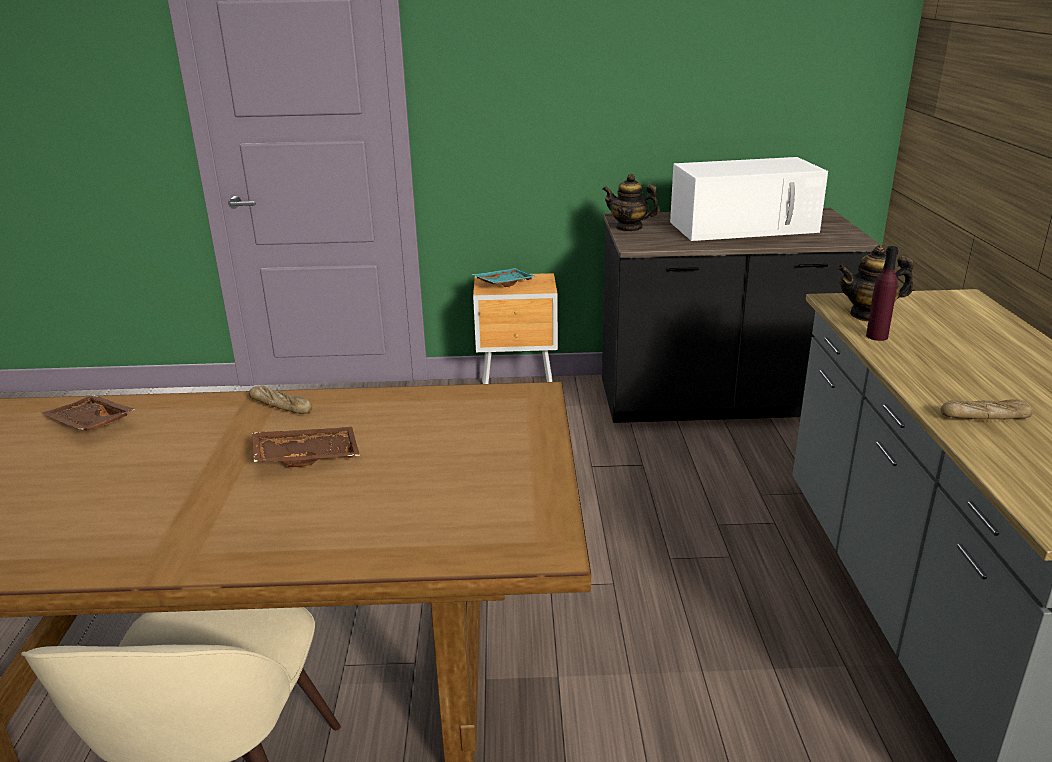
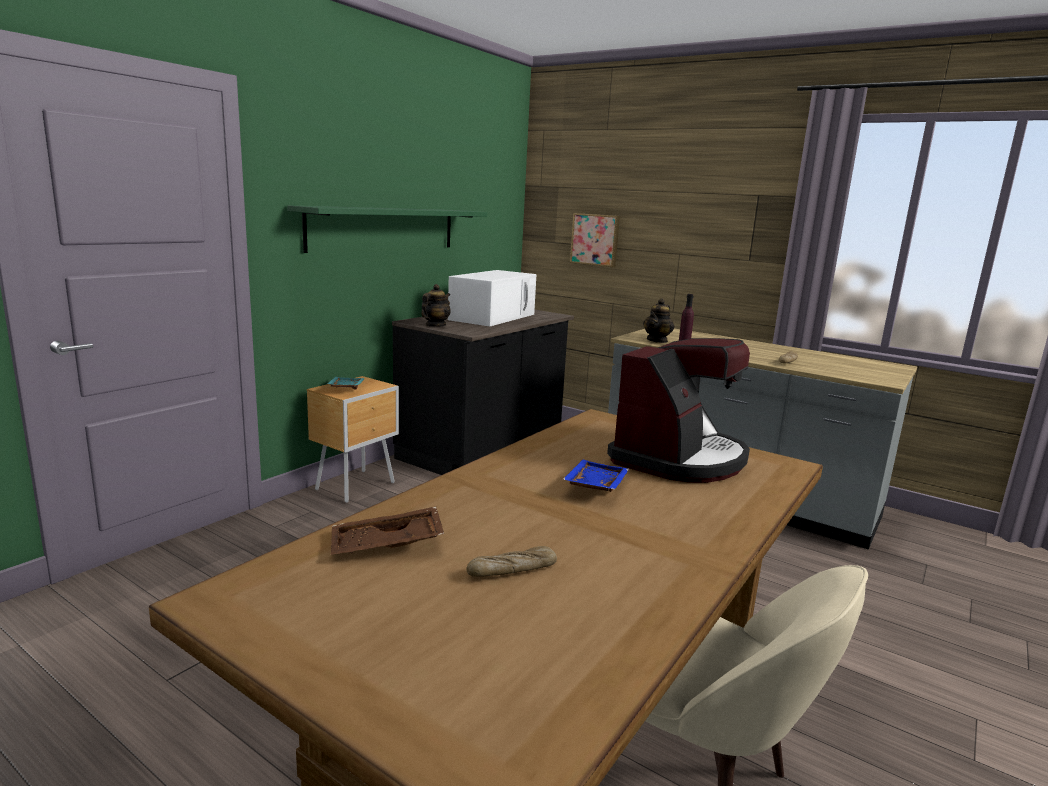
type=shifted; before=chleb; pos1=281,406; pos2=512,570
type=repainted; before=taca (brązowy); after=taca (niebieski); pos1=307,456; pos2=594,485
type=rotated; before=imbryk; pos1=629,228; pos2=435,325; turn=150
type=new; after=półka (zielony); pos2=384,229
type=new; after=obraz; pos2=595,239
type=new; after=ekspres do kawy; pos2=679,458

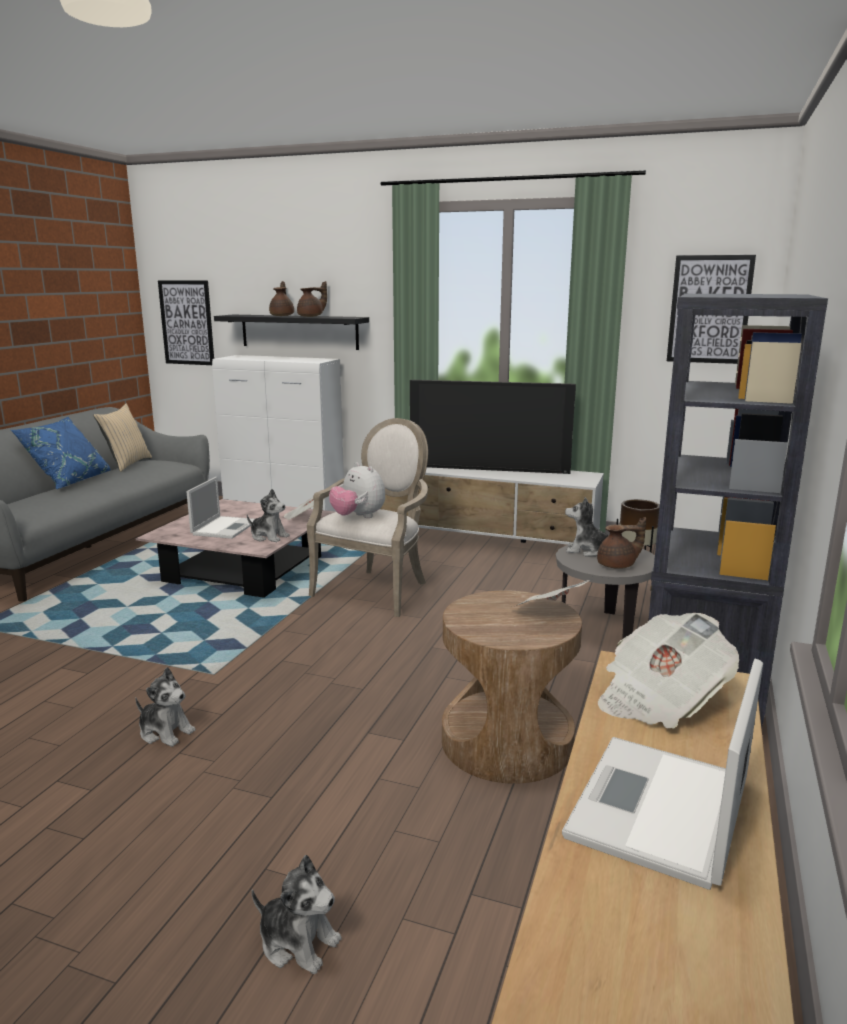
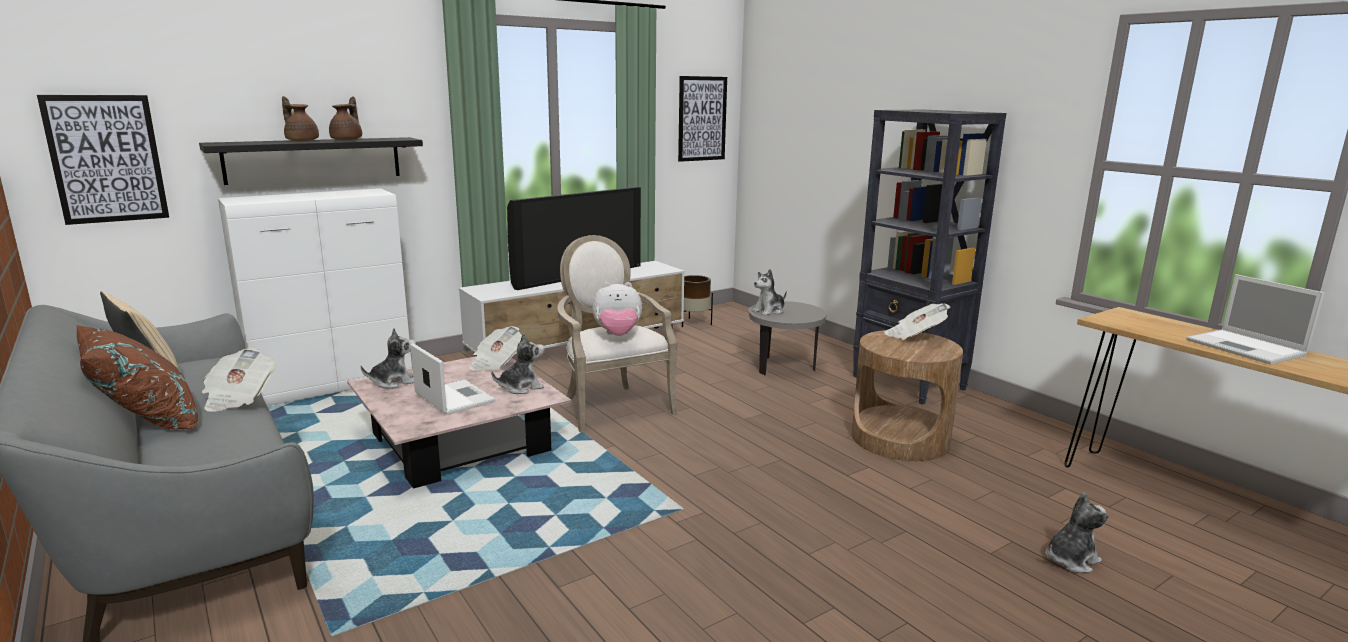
type=repainted; before=poduszka (niebieski); after=poduszka (brązowy); pos1=69,481; pos2=146,421
type=shifted; before=pluszak; pos1=165,732; pos2=393,382
type=gone; before=imbryk (brązowy); pos1=618,565
type=shifted; before=gazeta; pos1=659,699; pos2=238,398

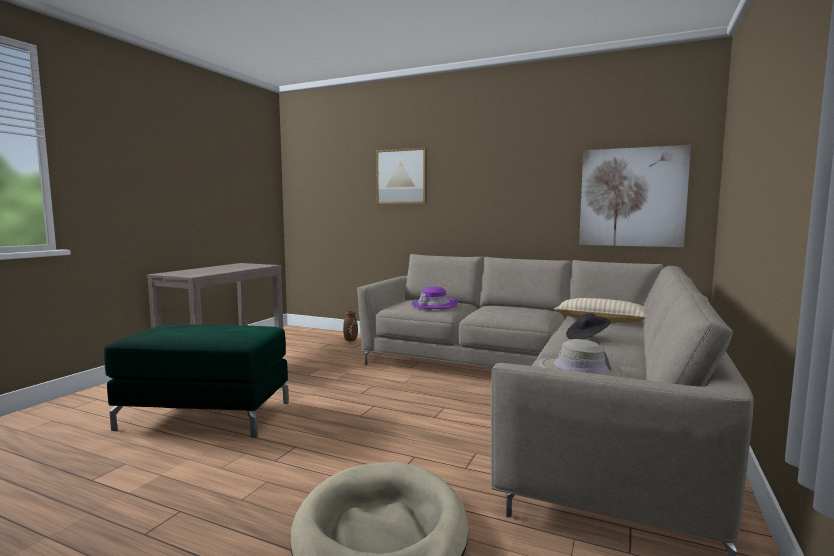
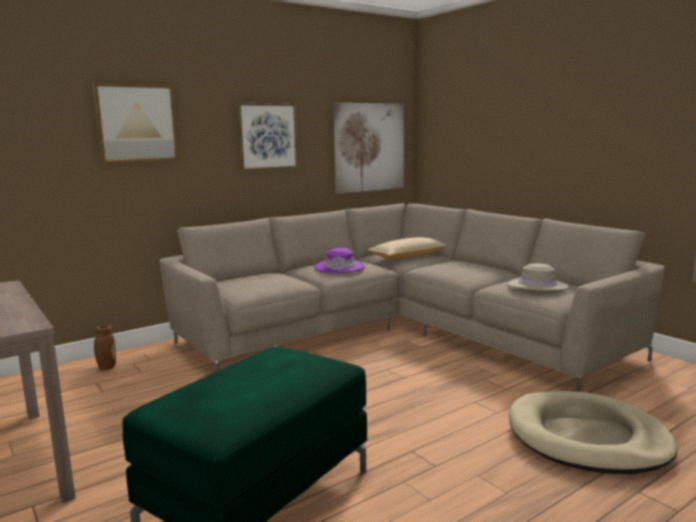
type=shifted; before=kapelusz (fioletowy); pos1=434,305; pos2=340,268
type=gone; before=kapelusz (czarny); pos1=587,338
type=new; after=obraz; pos2=267,136

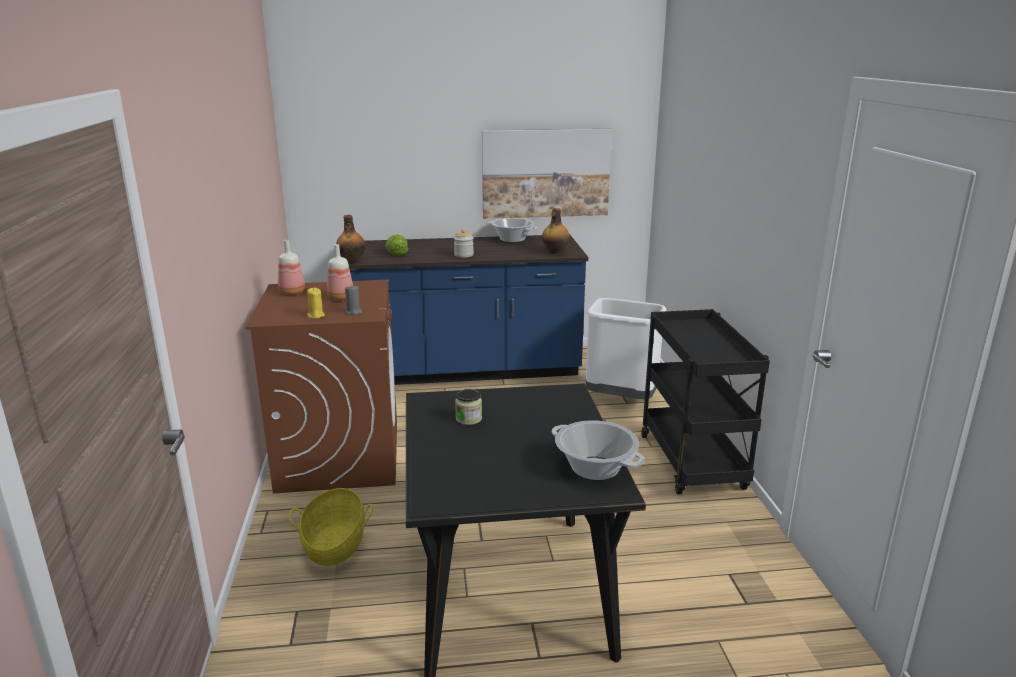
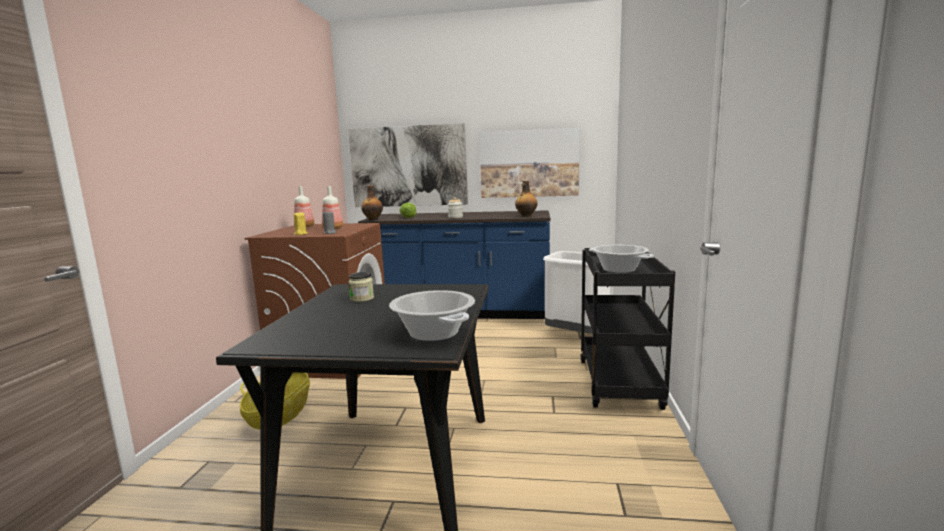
type=shifted; before=garnek; pos1=512,239; pos2=619,270
type=new; after=obraz; pos2=408,166

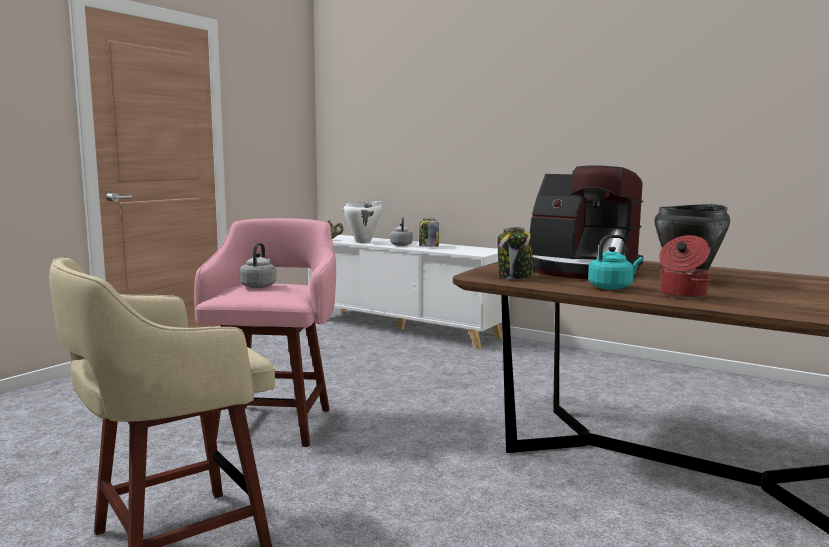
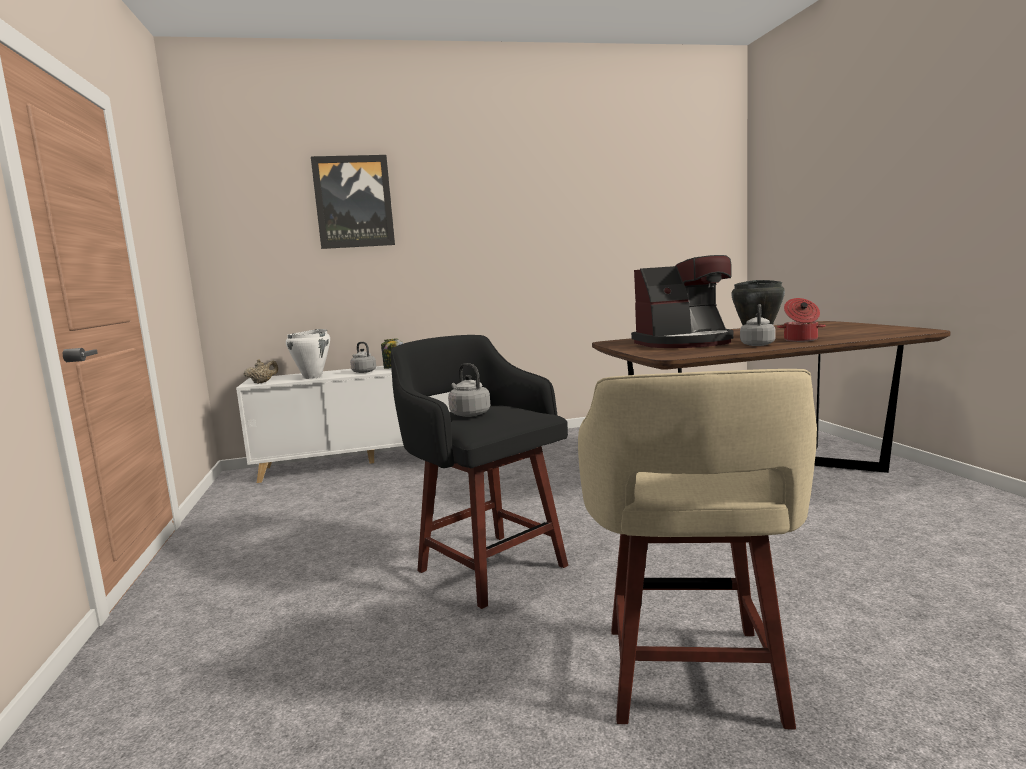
type=repainted; before=stołek (różowy); after=stołek (czarny); pos1=274,423; pos2=488,566
type=gone; before=słoik; pos1=515,277
type=repainted; before=czajnik (turkusowy); after=czajnik (szary); pos1=612,287; pos2=757,344
type=new; after=obraz; pos2=353,202

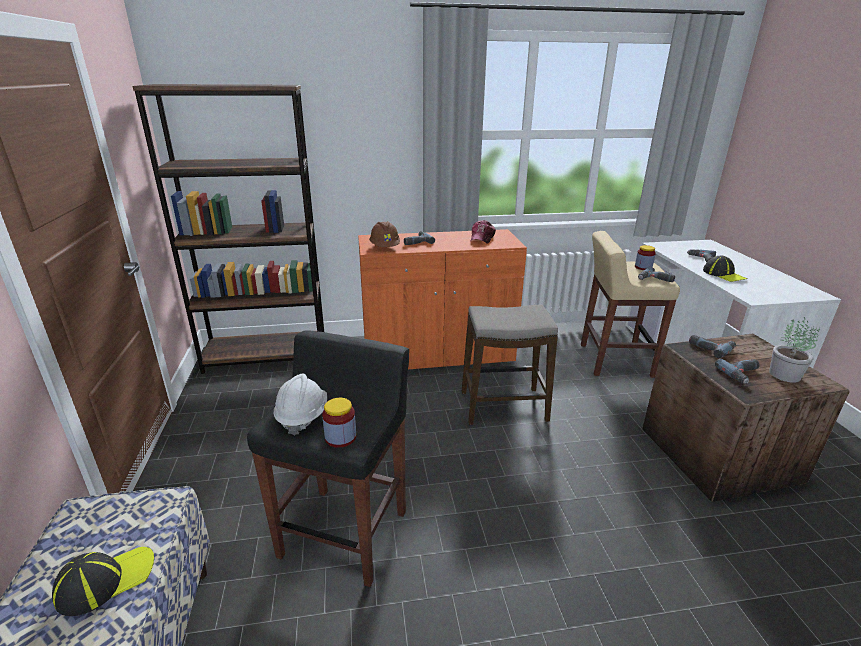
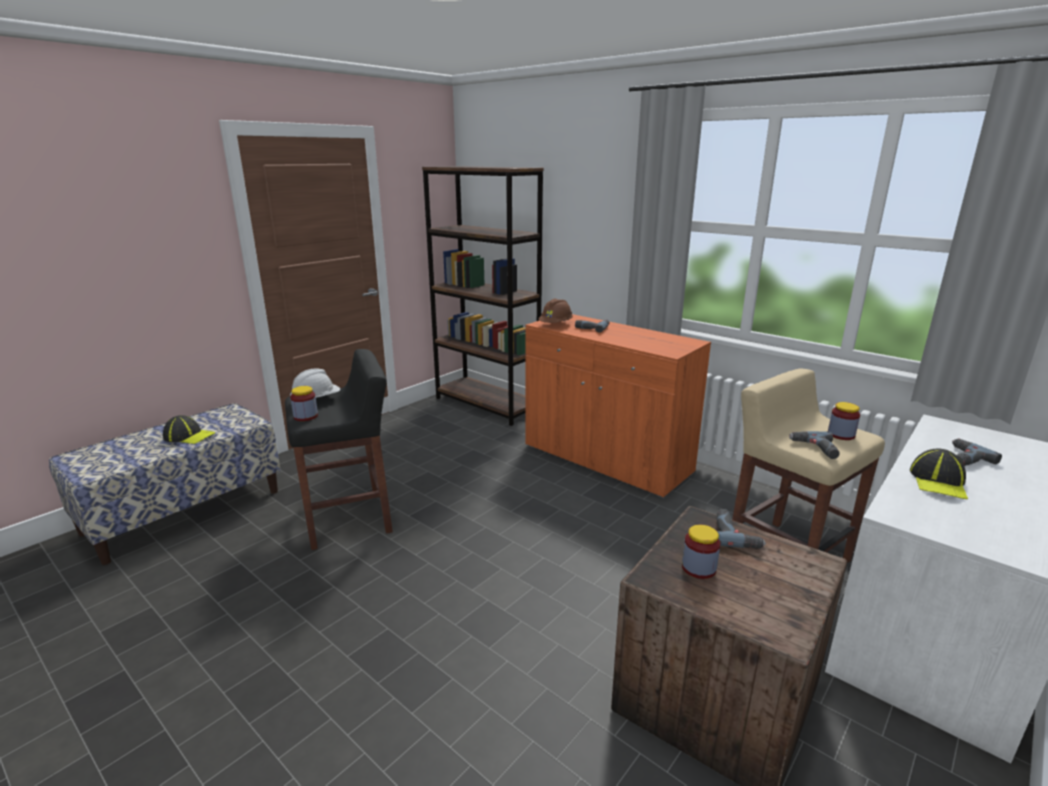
type=gone; before=stołek; pos1=504,406
type=gone; before=czapka z daszkiem; pos1=482,238
type=swapped; before=wiertarka; after=słoik; pos1=743,374; pos2=698,568
type=gone; before=roślina doniczkowa; pos1=784,374

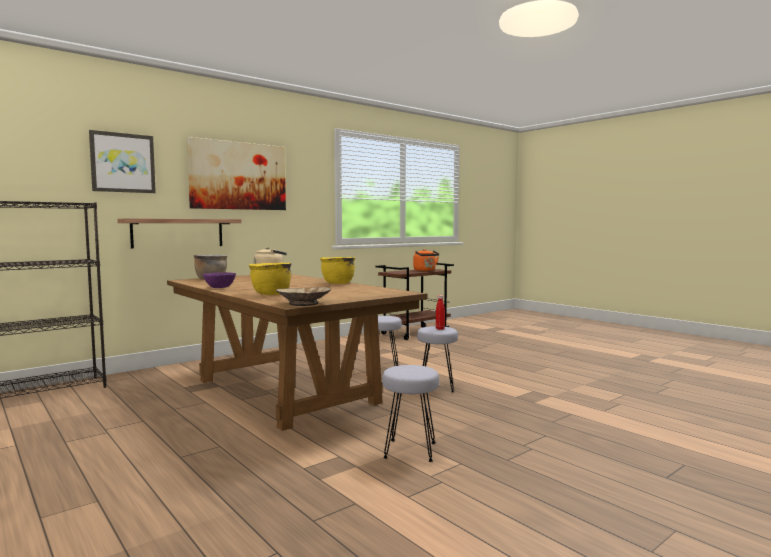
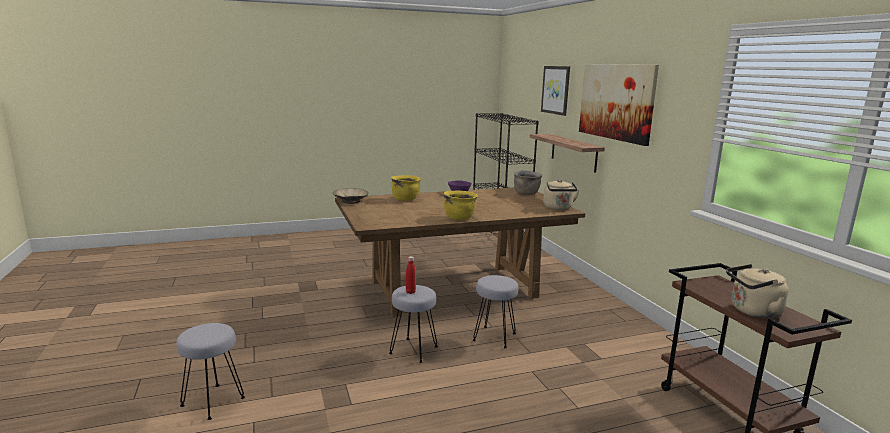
type=shifted; before=stołek (szary); pos1=410,451; pos2=213,401
type=repainted; before=czajnik (pomarańczowy); after=czajnik (beżowy); pos1=425,271; pos2=752,311

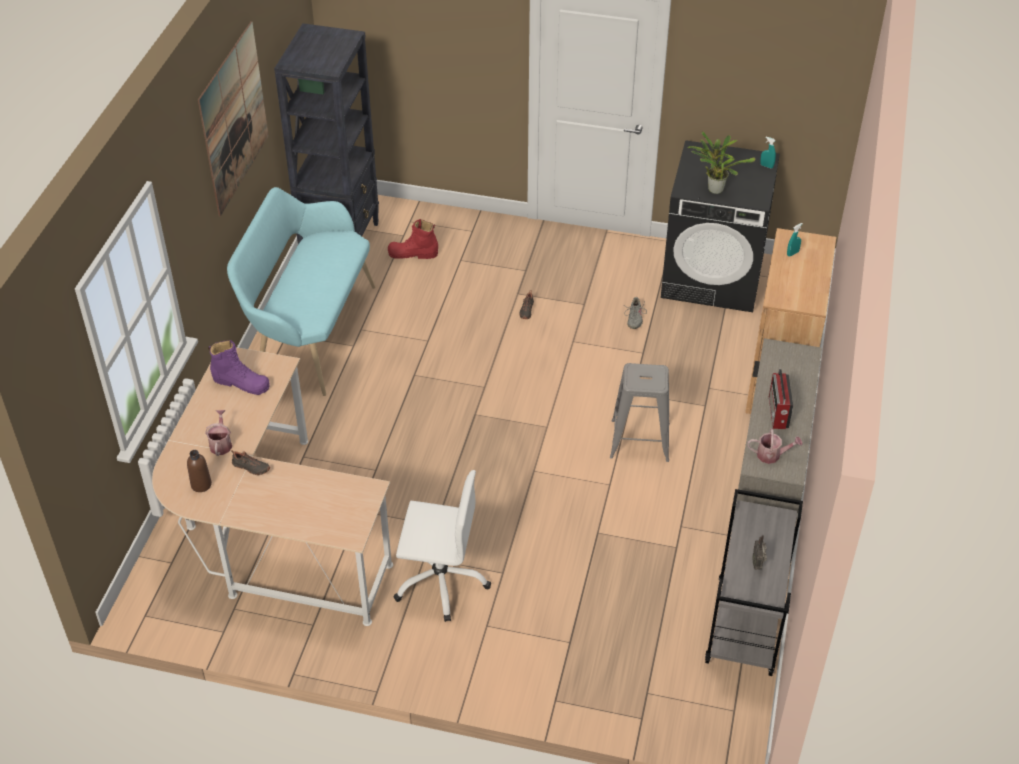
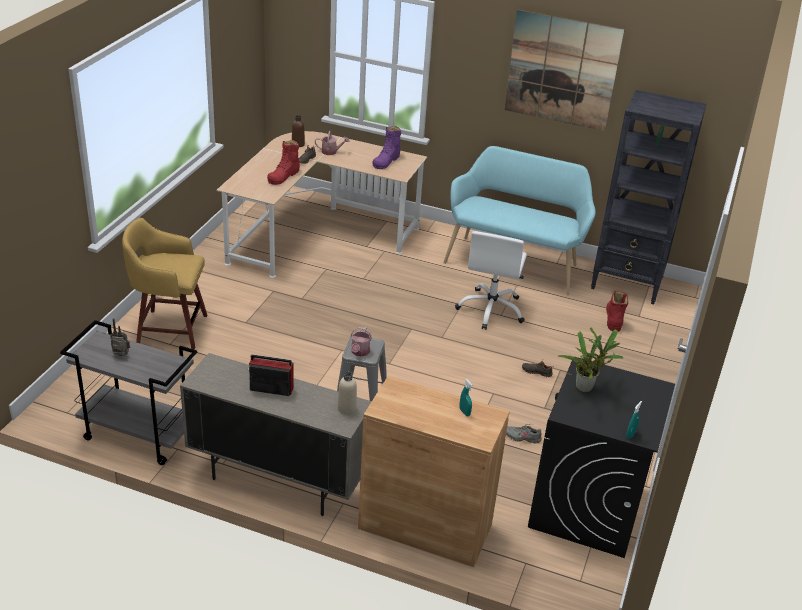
type=shifted; before=krzesło biurowe (biały); pos1=441,581; pos2=491,309
type=shifted; before=konewka; pos1=772,455; pos2=359,352
type=new; after=stołek (żółty); pos2=169,329
type=new; after=but z cholewką (czerwony); pos2=284,176
type=new; after=butelka (beżowy); pos2=346,408

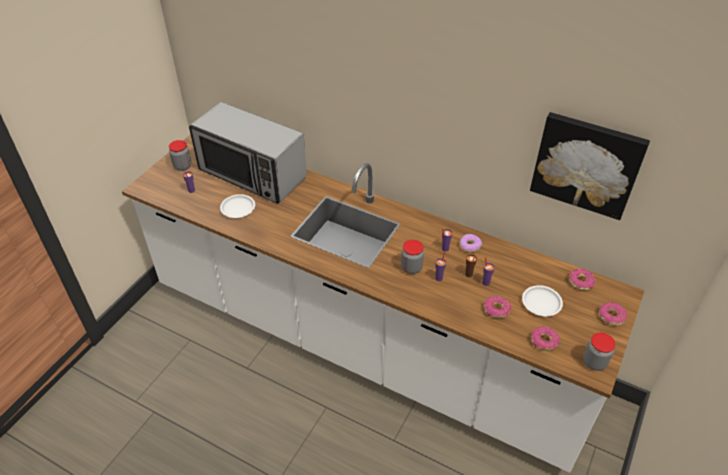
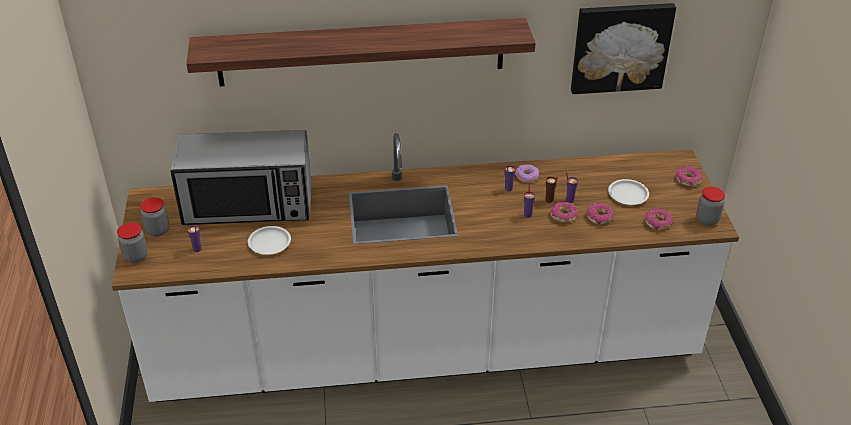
type=shifted; before=słoik; pos1=411,268; pos2=135,256
type=shifted; before=donut; pos1=581,282; pos2=563,215
type=new; after=półka; pos2=361,52

